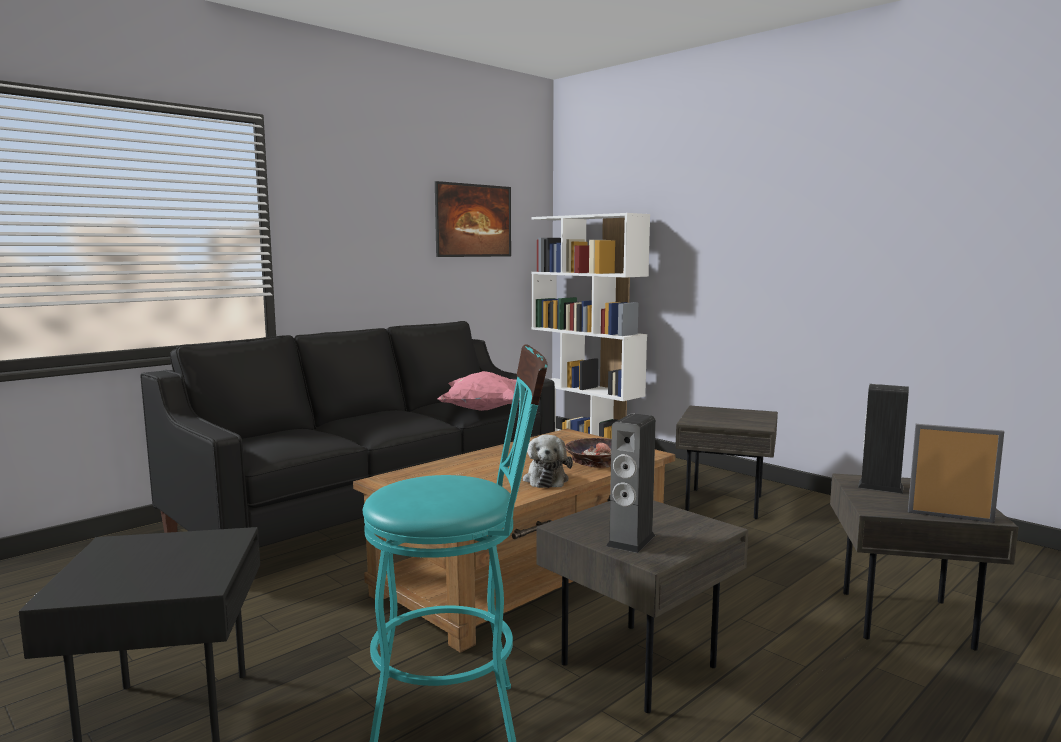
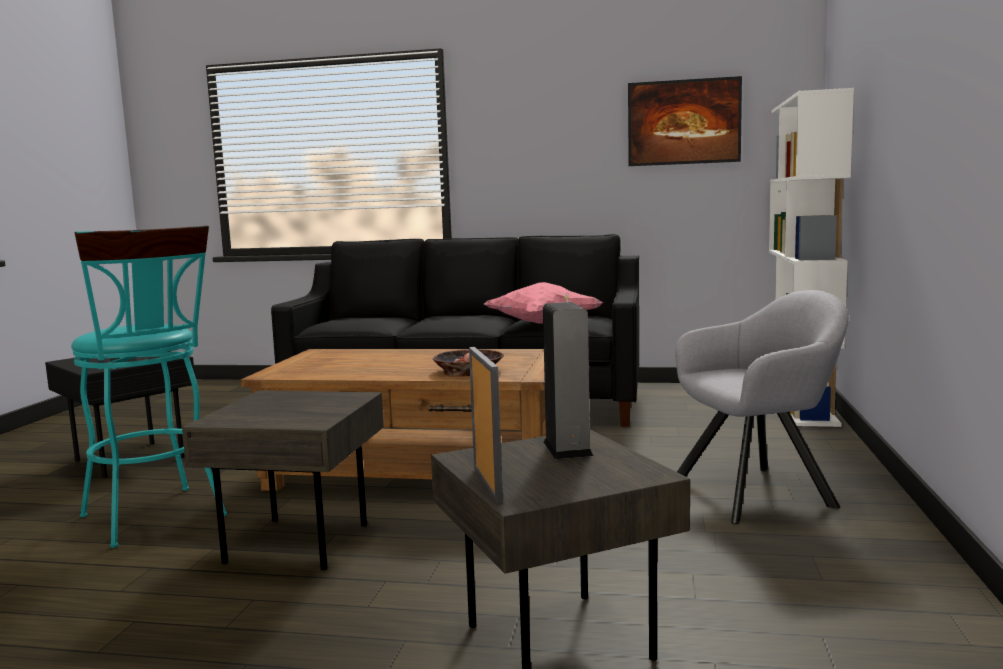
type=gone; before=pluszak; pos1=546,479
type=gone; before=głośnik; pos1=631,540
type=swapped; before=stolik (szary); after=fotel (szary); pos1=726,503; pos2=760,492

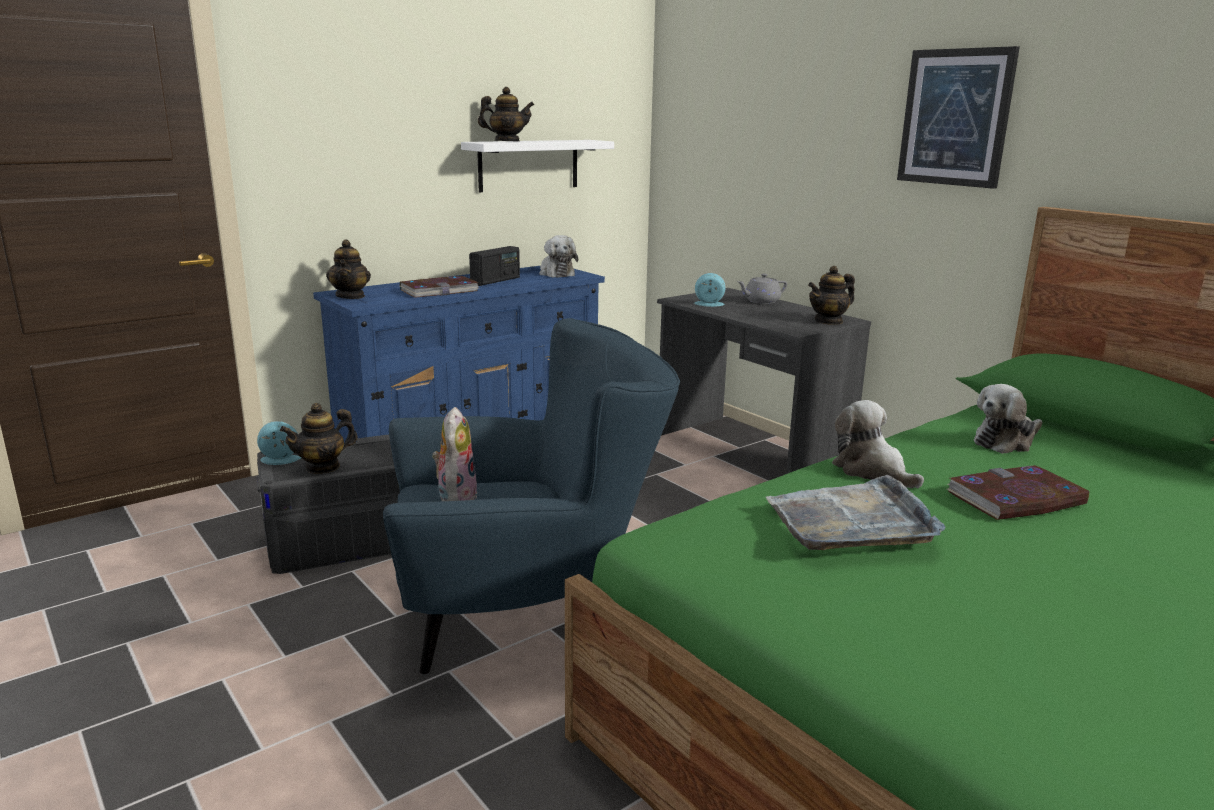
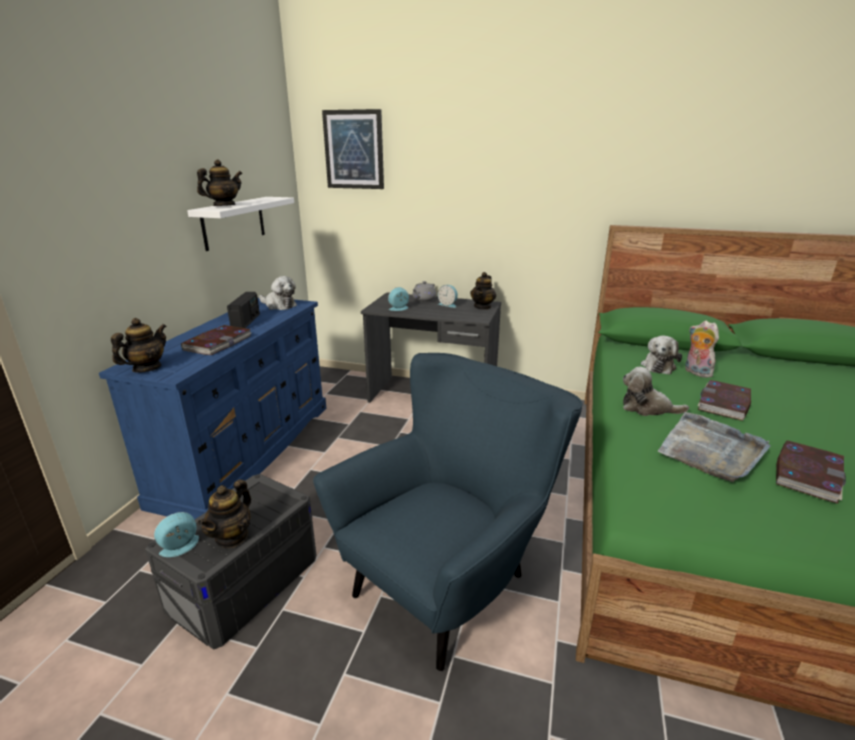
type=rotated; before=imbryk; pos1=350,296; pos2=146,368; turn=-105
type=shifted; before=pluszak; pos1=456,496; pos2=695,372
type=shifted; before=obraz; pos1=955,117; pos2=354,150
type=new; after=budzik; pos2=448,305
type=new; after=książka; pos2=807,473

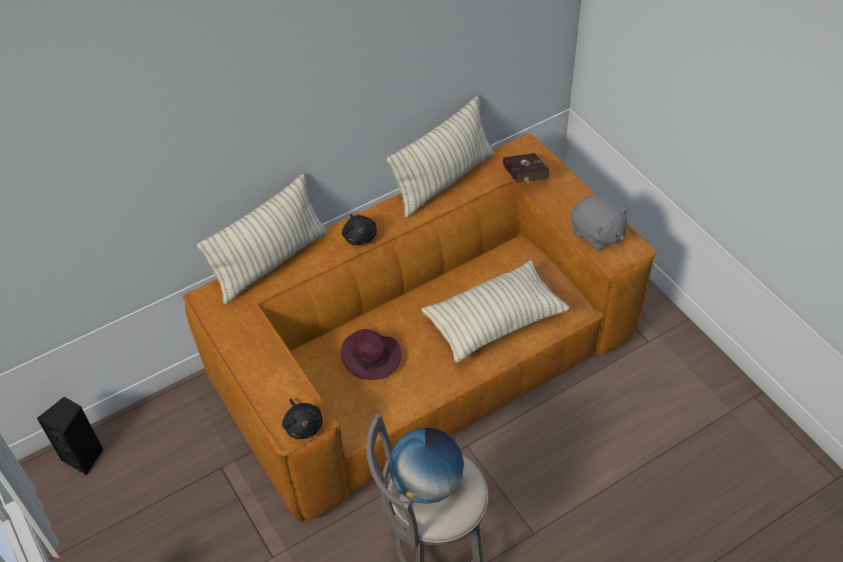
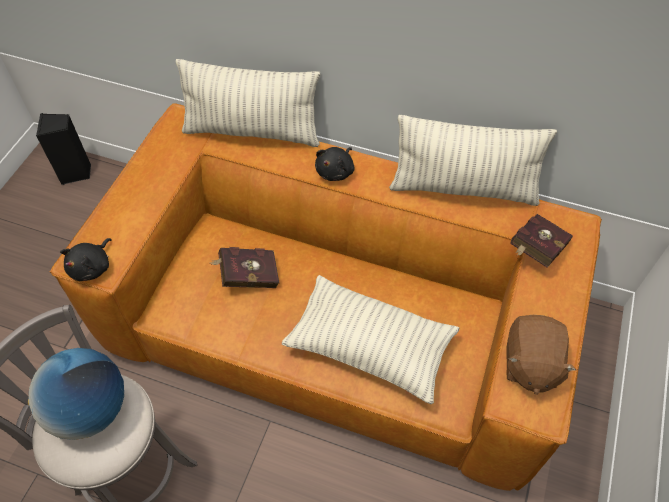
type=swapped; before=kapelusz (fioletowy); after=książka (czerwony); pos1=372,357; pos2=247,276
type=repainted; before=pluszak (szary); after=pluszak (brązowy); pos1=597,234; pos2=530,364

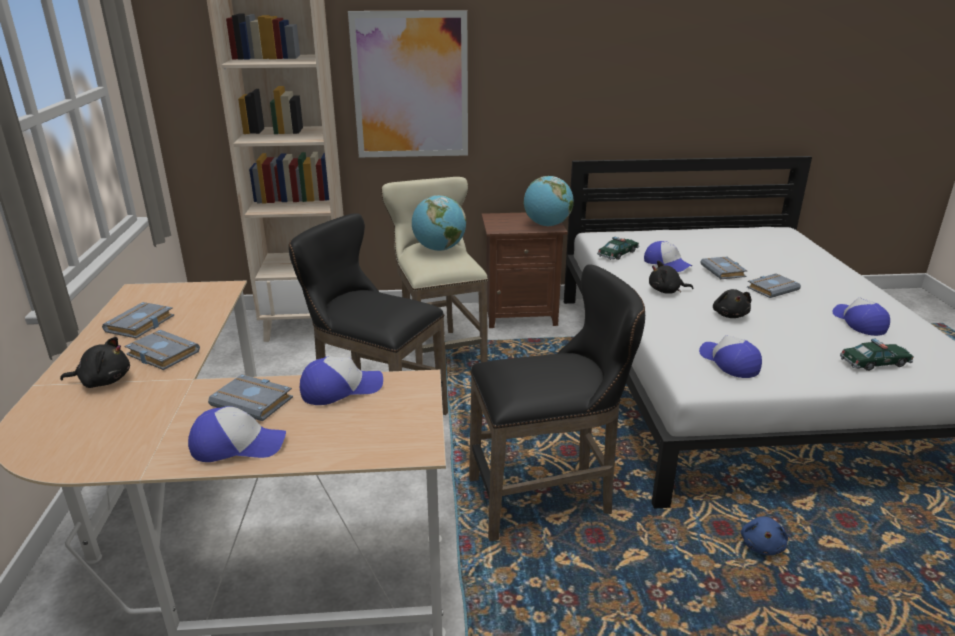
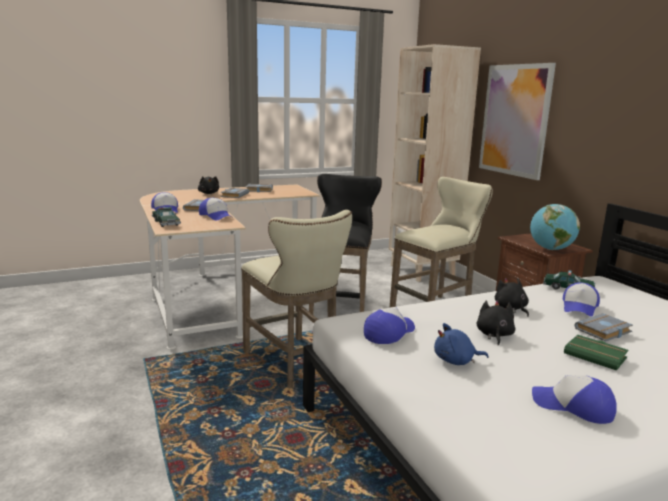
type=gone; before=globus; pos1=439,249
type=repainted; before=stołek (czarny); after=stołek (beżowy); pos1=548,498; pos2=293,365
type=rotated; before=pluszak (czarny); pos1=730,315; pos2=494,335; turn=120
type=shifted; before=pluszak (niebieski); pos1=762,545; pos2=456,361
type=repainted; before=książka (szary); after=książka (zielony); pos1=772,288; pos2=596,356
type=rotated; before=czapka z daszkiem; pos1=859,322; pos2=573,406; turn=-120
type=shifted; before=samochodzik; pos1=874,363; pos2=166,223

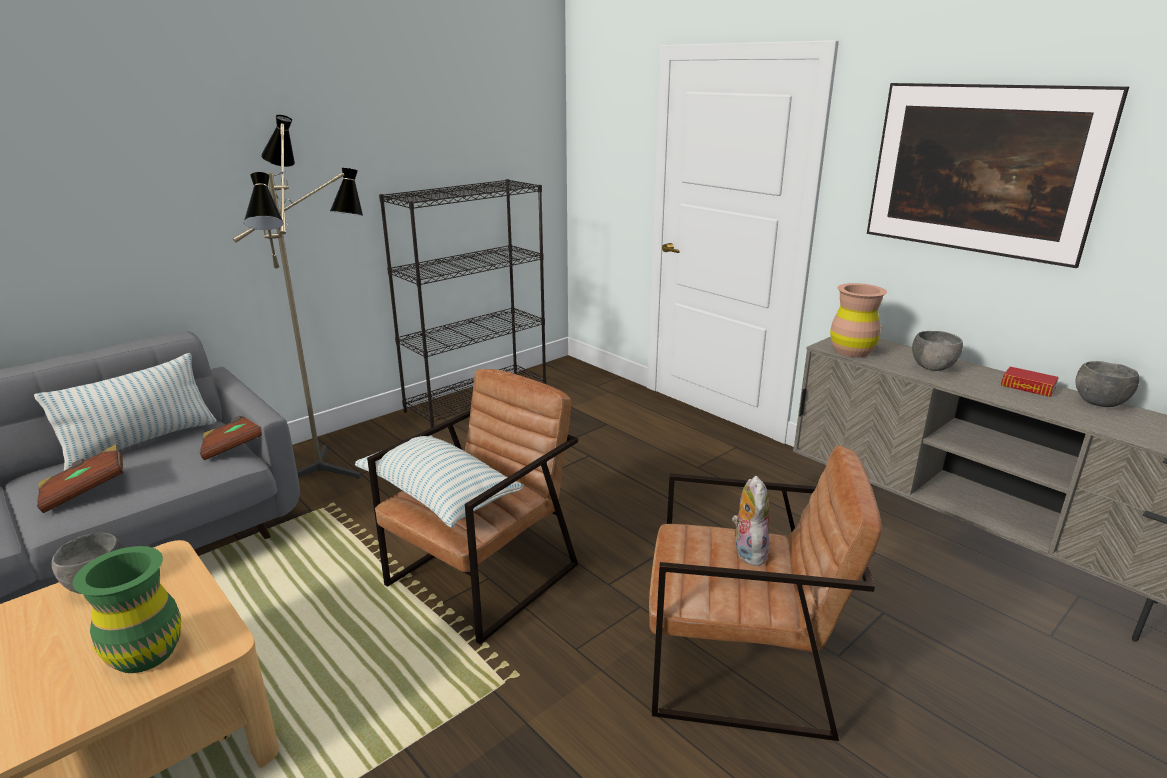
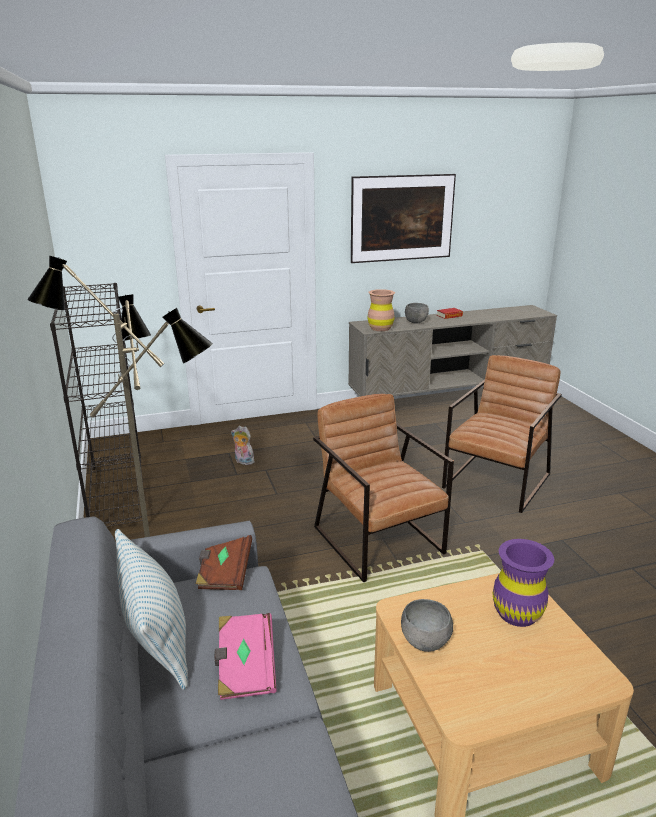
type=repainted; before=książka (brązowy); after=książka (różowy); pos1=86,492; pos2=245,668
type=repainted; before=wazon (zielony); after=wazon (fioletowy); pos1=145,653; pos2=517,613
type=gone; before=poduszka; pos1=439,495
type=shifted; before=pluszak; pos1=747,551; pos2=243,462
type=gone; before=miska (szary); pos1=1098,403

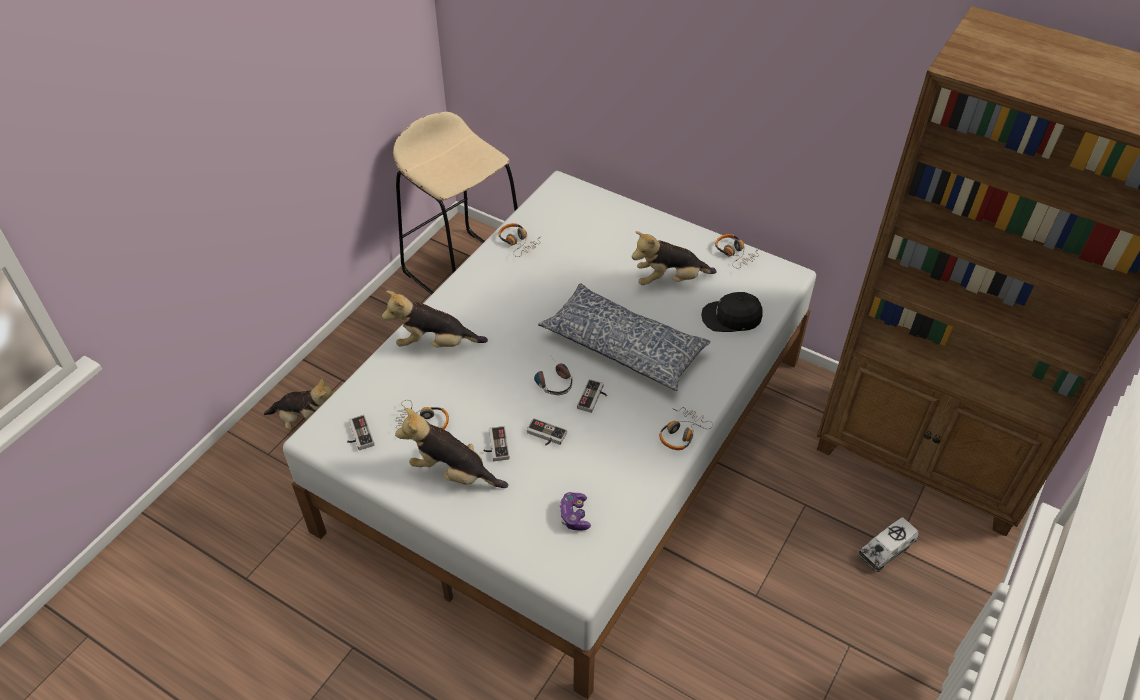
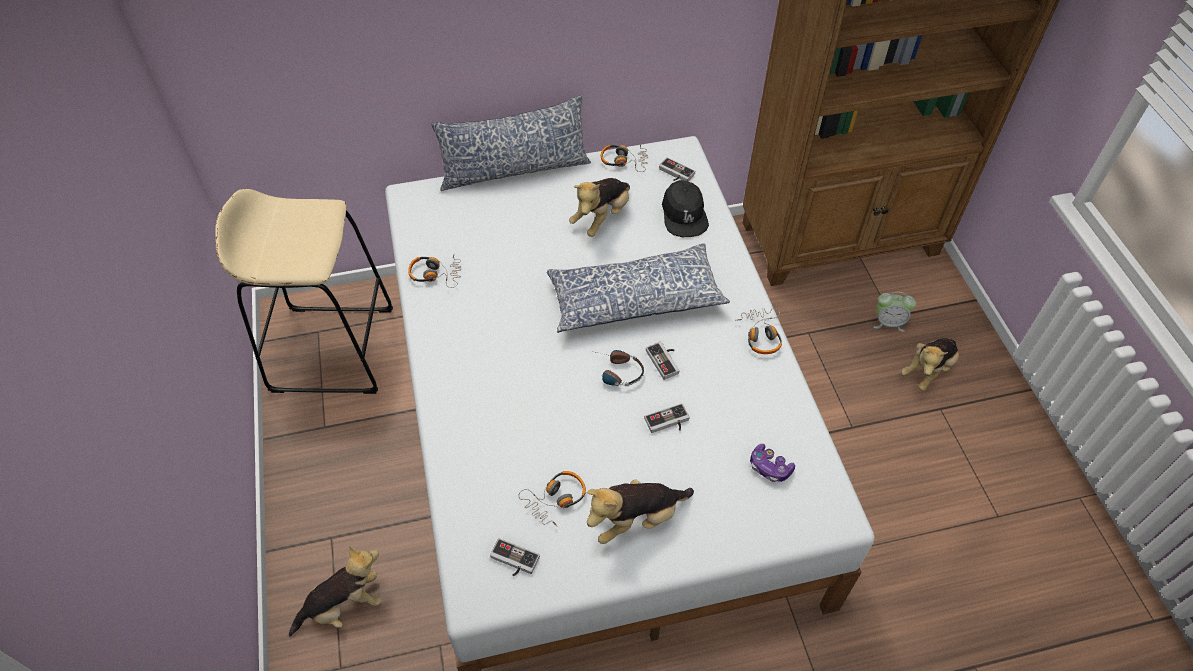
type=shifted; before=pluszak; pos1=435,344; pos2=928,370
type=shifted; before=pad do gier; pos1=495,446; pos2=674,174
type=rotated; before=czapka z daszkiem (czarny); pos1=731,317; pos2=684,215; turn=-60
type=swapped; before=ciężarówka zabawkowa; after=budzik; pos1=886,550; pos2=888,322
type=new; after=poduszka; pos2=514,169

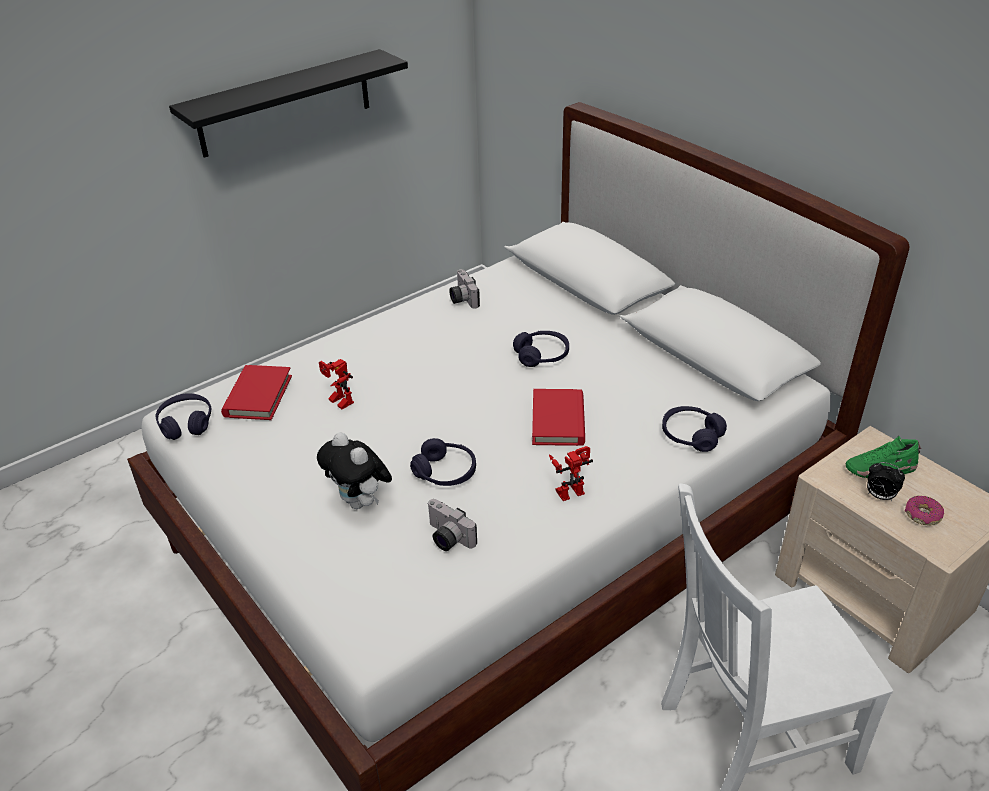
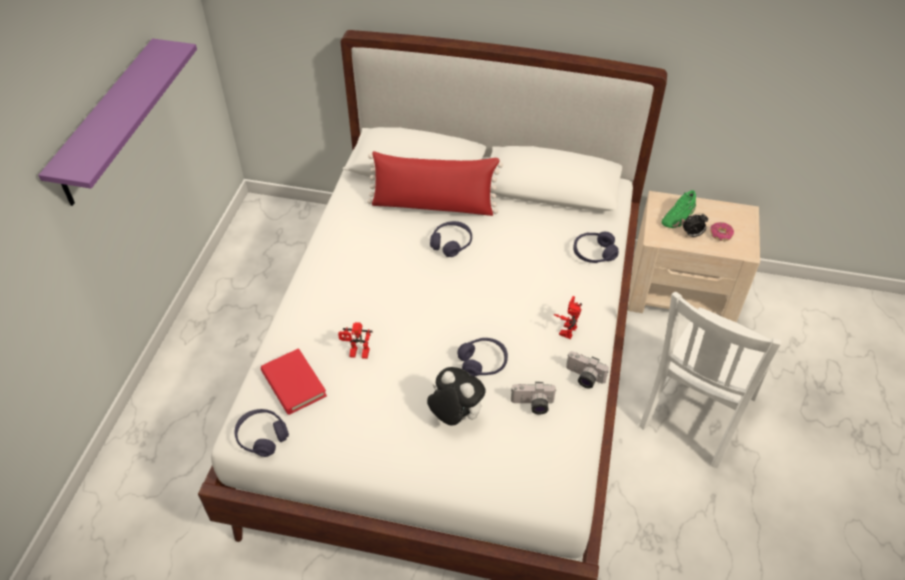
type=repainted; before=półka (czarny); after=półka (fioletowy); pos1=285,103; pos2=108,123
type=rotated; before=pluszak; pos1=360,502; pos2=455,416; turn=-150
type=shifted; before=aparat fotograficzny; pos1=462,299; pos2=583,378
type=gone; before=książka (czerwony); pos1=558,421
type=new; after=poduszka (czerwony); pos2=433,205

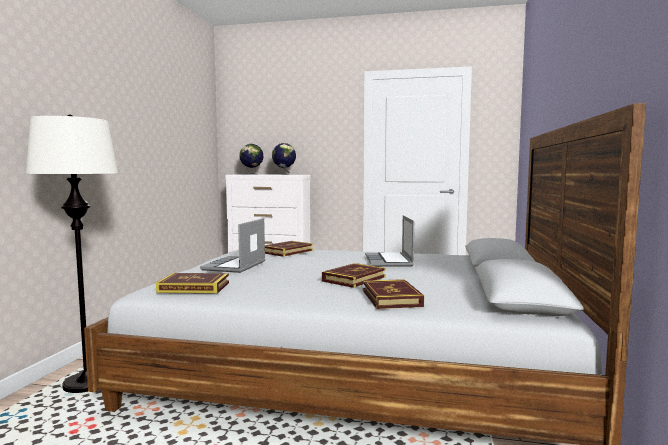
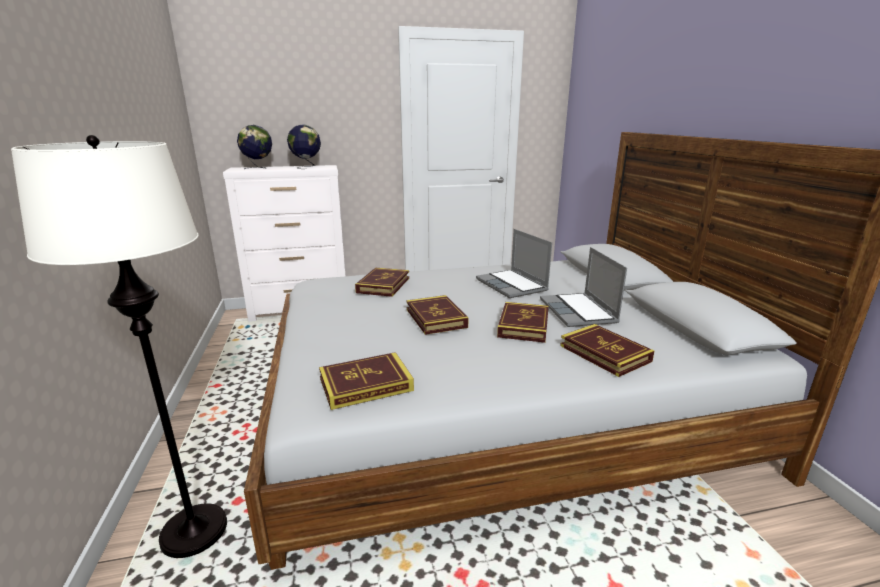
type=shifted; before=laptop; pos1=235,266; pos2=579,312
type=new; after=książka; pos2=436,318

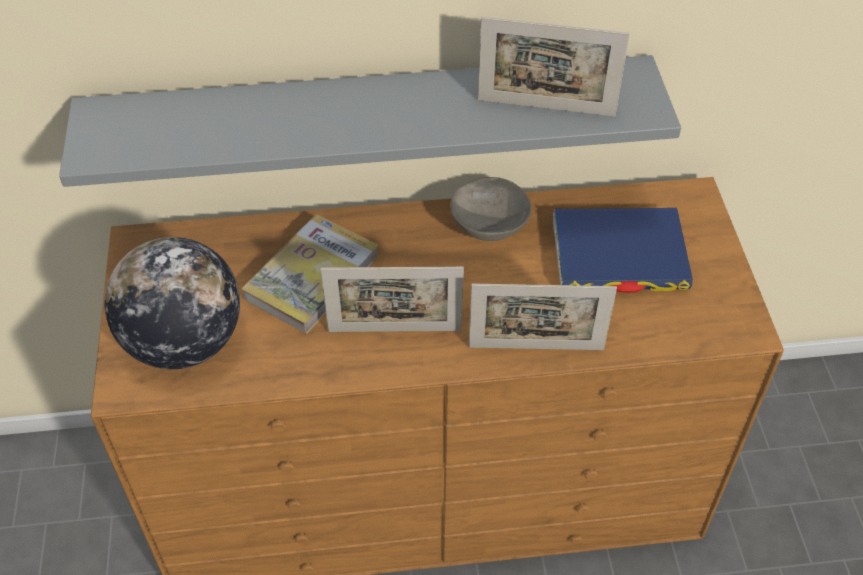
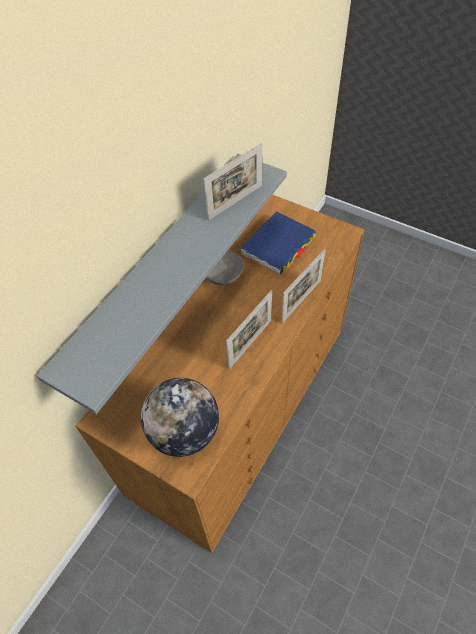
type=gone; before=książka; pos1=312,277

